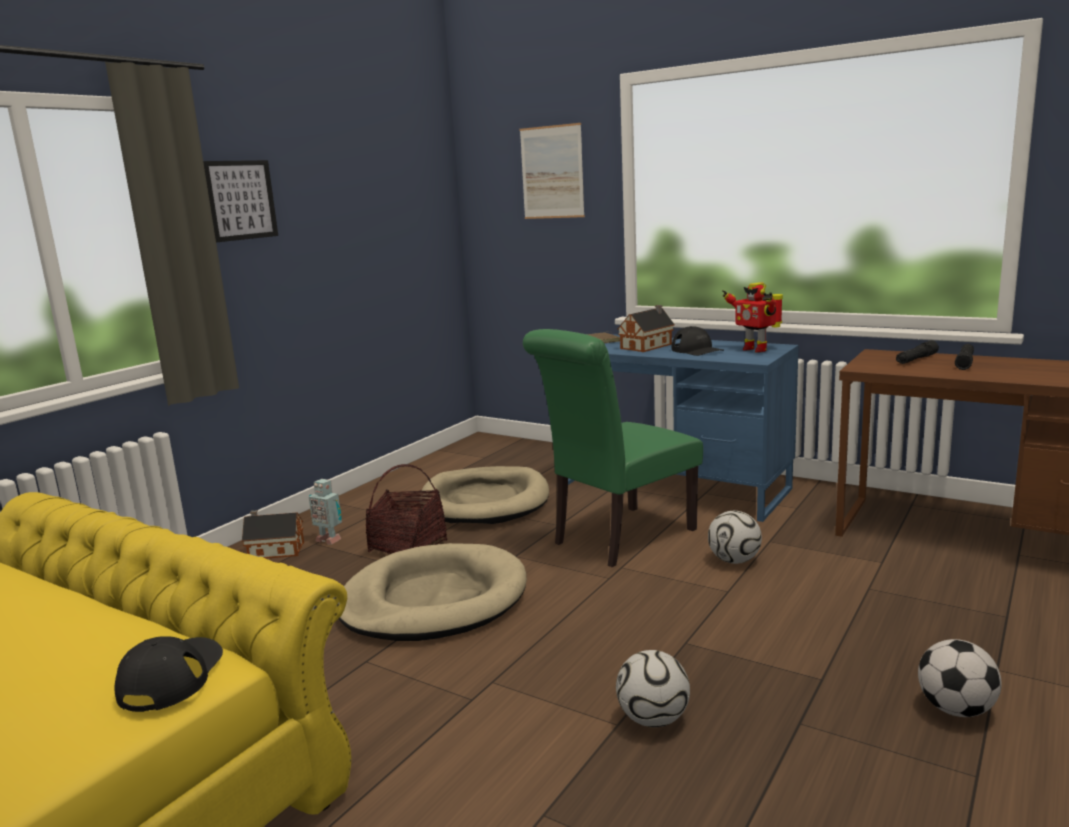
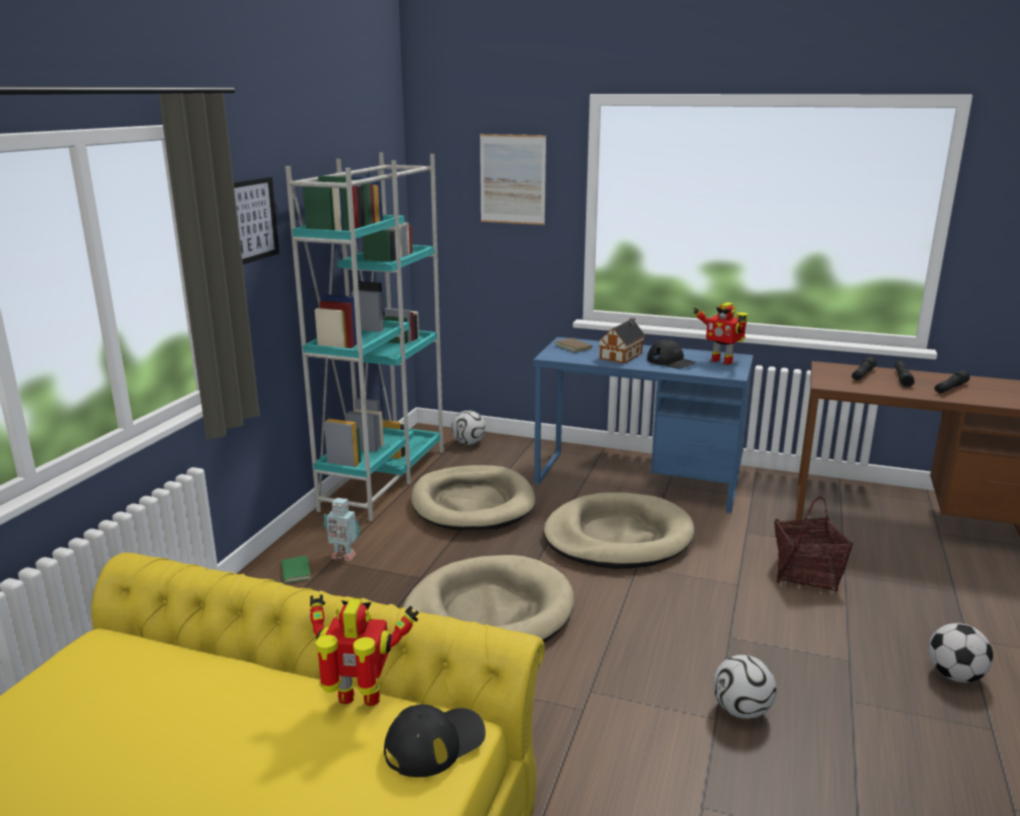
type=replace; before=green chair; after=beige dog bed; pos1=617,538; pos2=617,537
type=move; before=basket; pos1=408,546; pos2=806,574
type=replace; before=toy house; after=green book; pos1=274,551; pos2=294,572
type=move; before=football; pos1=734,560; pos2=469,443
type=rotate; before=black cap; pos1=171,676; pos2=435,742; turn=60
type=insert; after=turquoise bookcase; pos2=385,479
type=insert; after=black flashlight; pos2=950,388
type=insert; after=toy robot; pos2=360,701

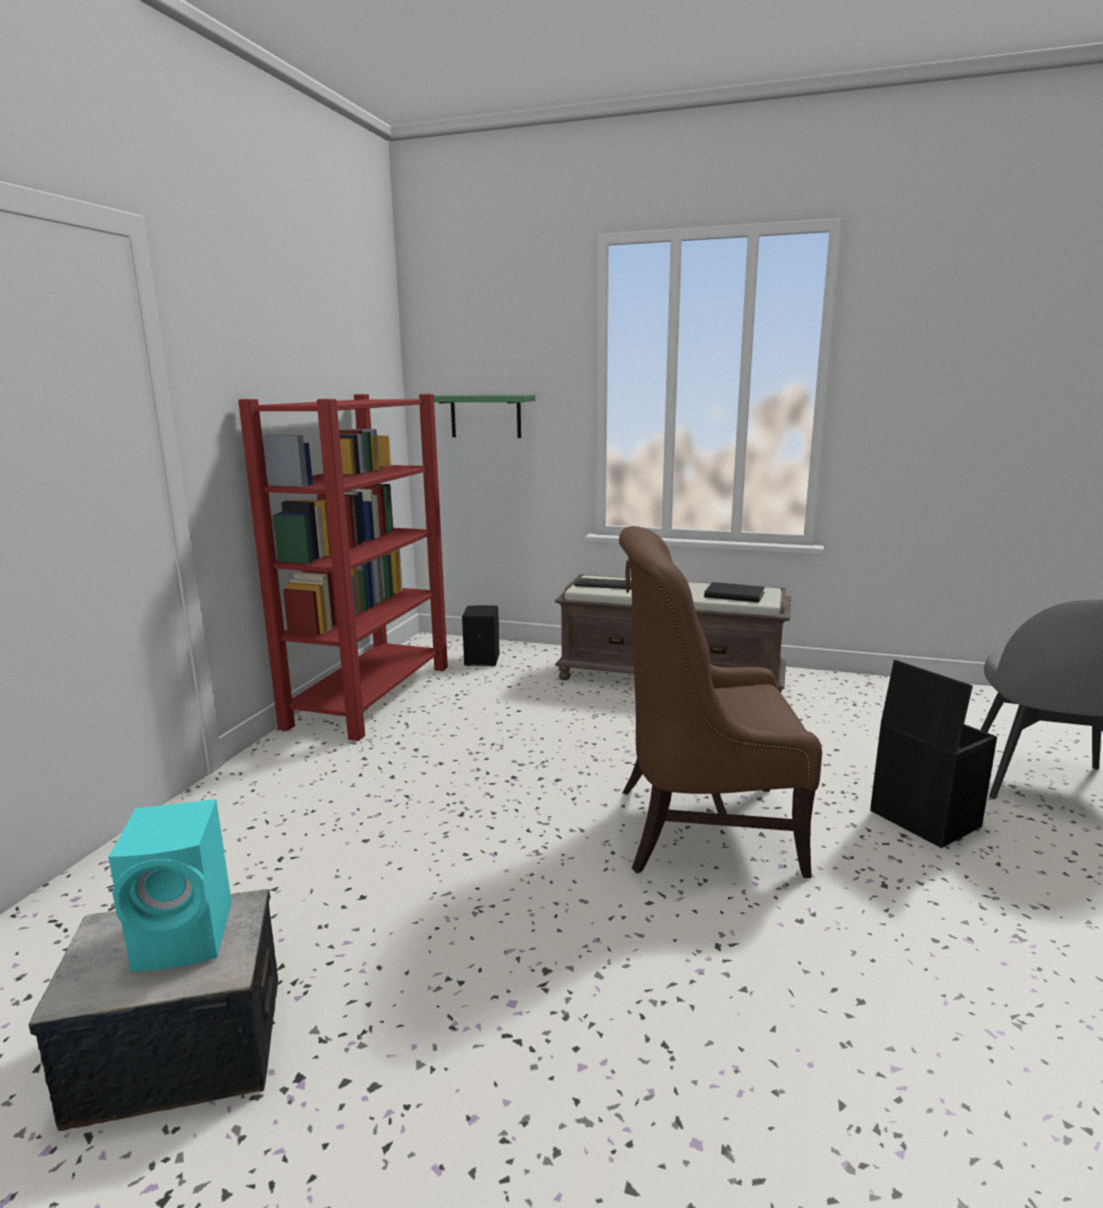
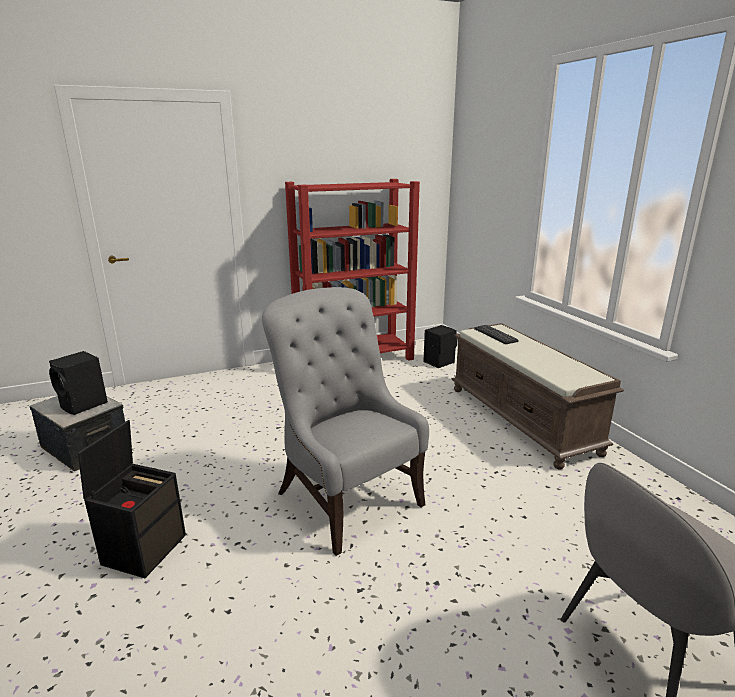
type=delete; before=green shelf; pos1=485,416
type=recolor; before=brown chair; after=grey chair; pos1=703,828; pos2=347,498
type=delete; before=black book; pos1=733,594
type=move; before=black storage box; pos1=922,818; pos2=144,548
type=recolor; before=turquoise speaker; after=black speaker; pos1=188,936; pos2=84,405

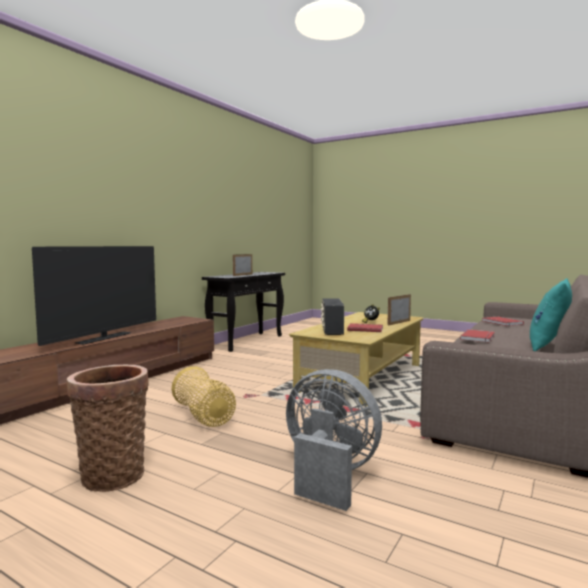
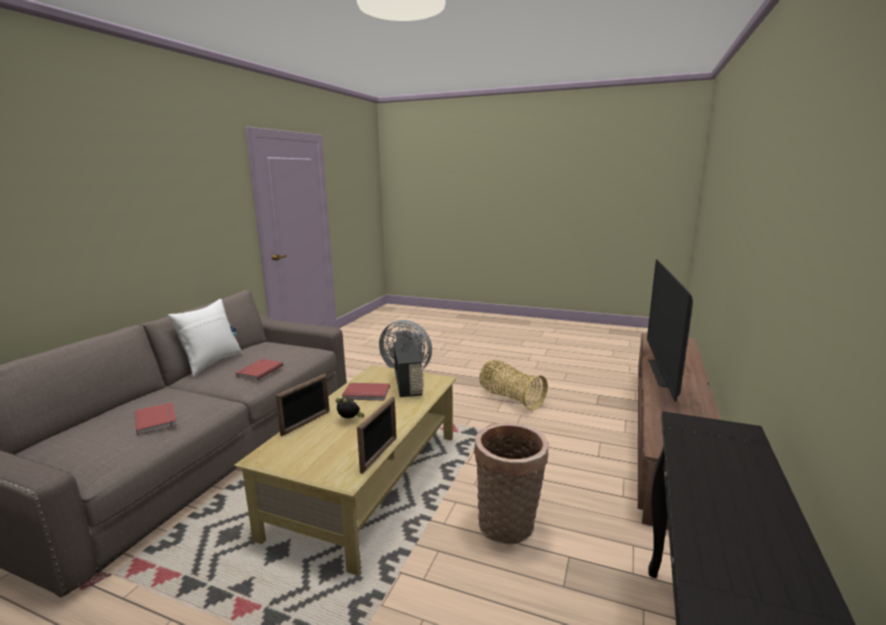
type=move; before=picture frame; pos1=242,275; pos2=379,454
type=recolor; before=turquoise pillow; after=white pillow; pos1=548,346; pos2=212,364
type=move; before=basket; pos1=113,474; pos2=509,527

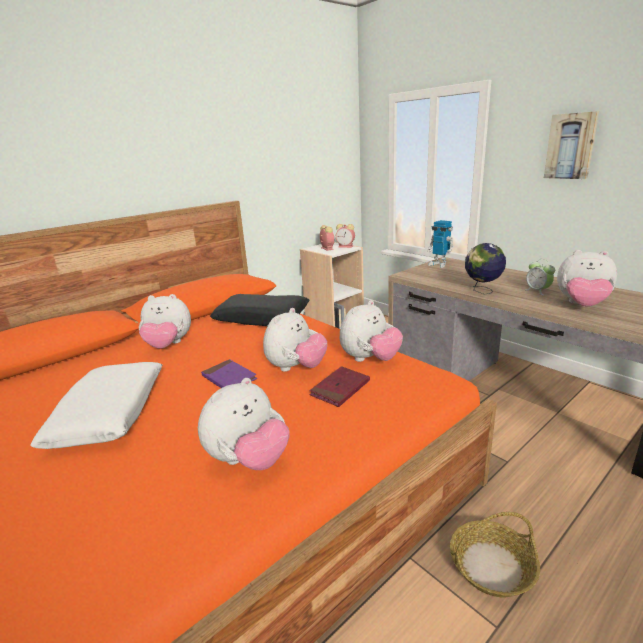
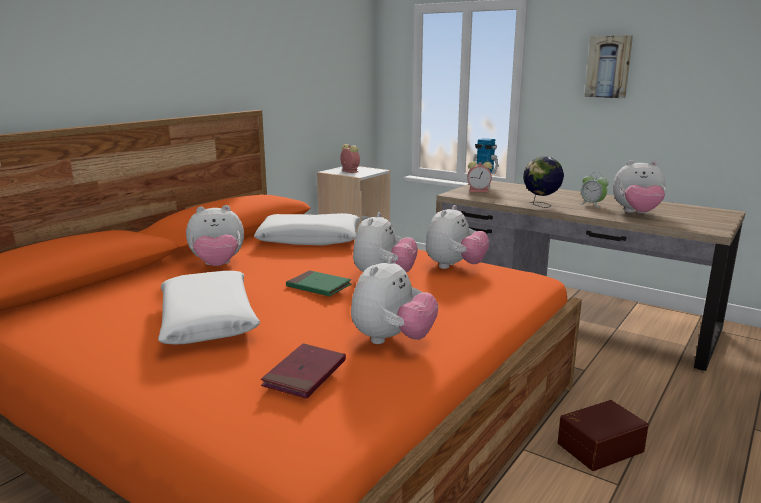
type=move; before=alarm clock; pos1=346,246; pos2=479,191
type=recolor; before=black pillow; after=white pillow; pos1=262,318; pos2=309,239
type=recolor; before=purple book; after=green book; pos1=229,378; pos2=319,286
type=move; before=red book; pos1=340,389; pos2=305,374
type=replace; before=basket; after=brown storage box; pos1=491,567; pos2=598,446

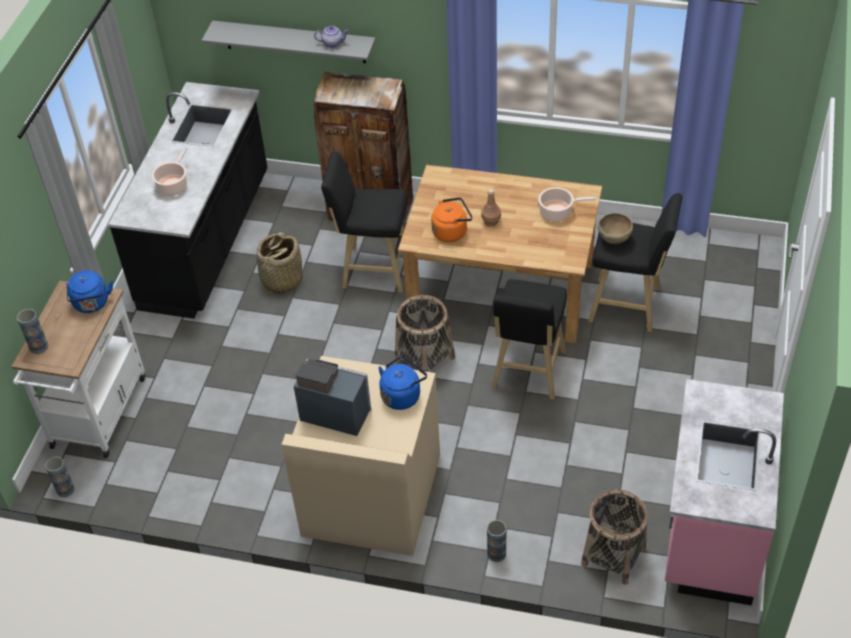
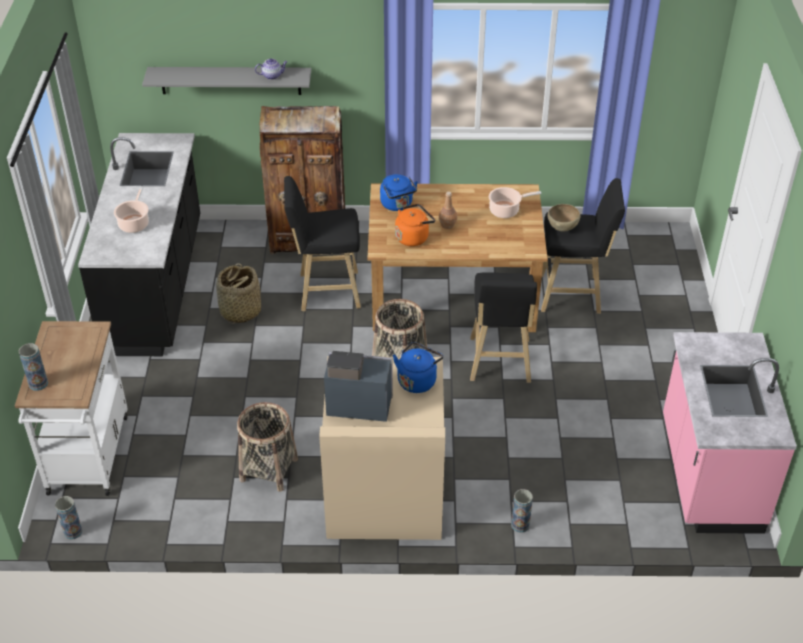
type=move; before=blue kettle; pos1=92,304; pos2=398,205
type=move; before=basket; pos1=613,556; pos2=268,469

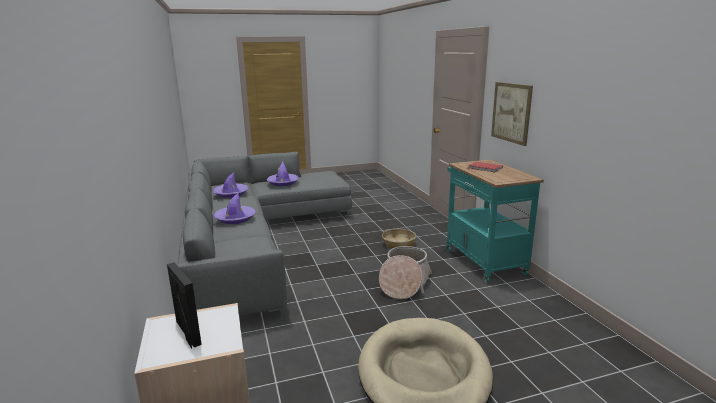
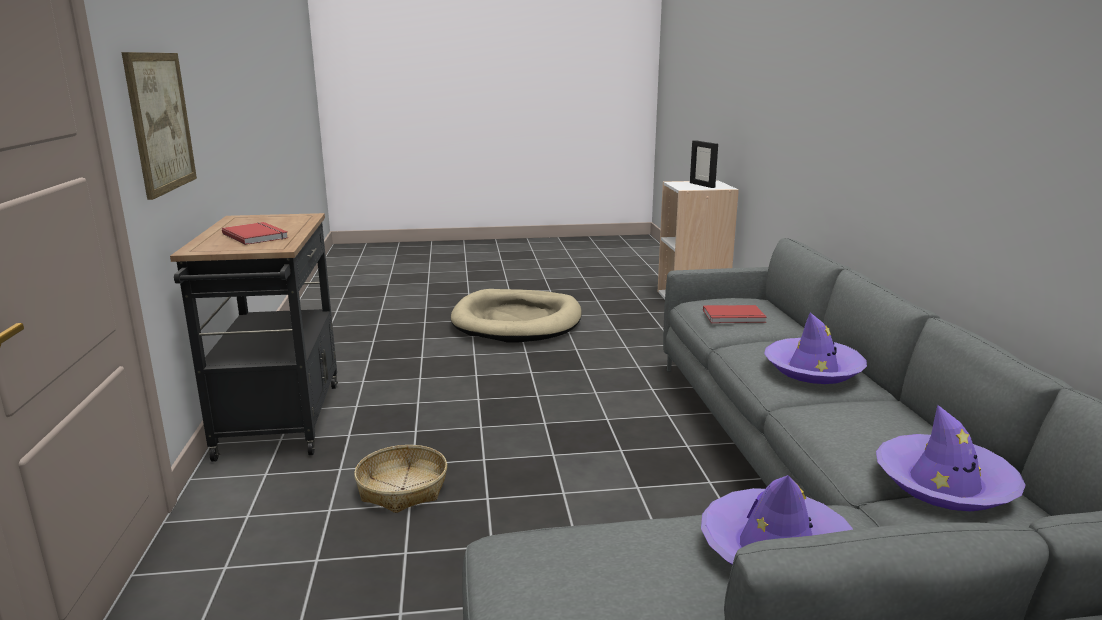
type=recolor; before=turquoise cart; after=black cart; pos1=482,261; pos2=279,423
type=delete; before=basket; pos1=404,283
type=insert; after=red book; pos2=734,317

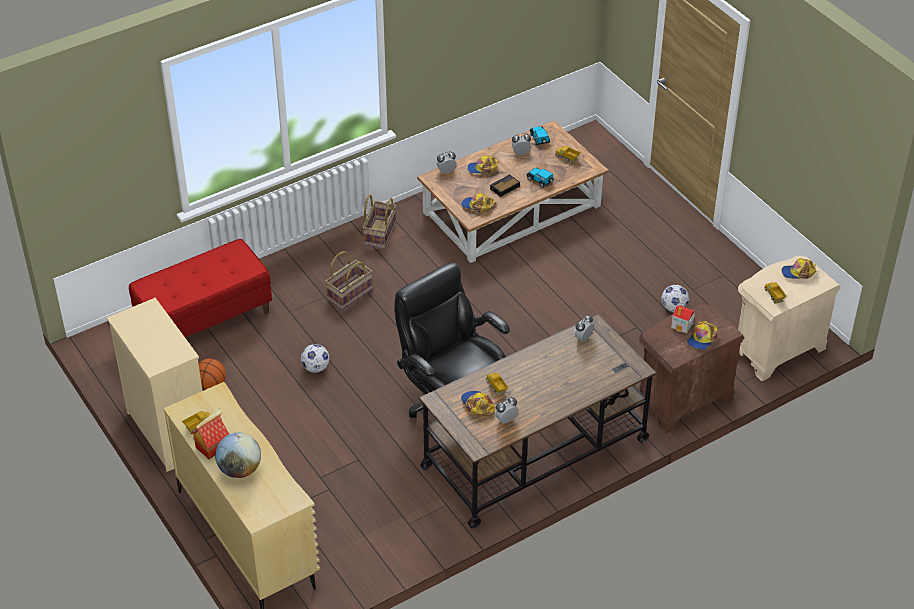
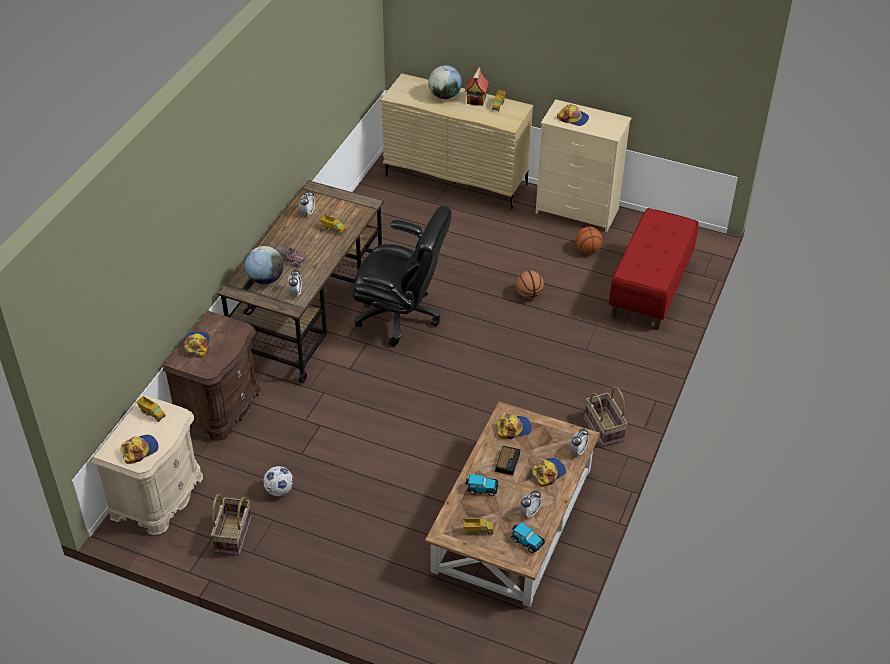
type=move; before=basket; pos1=349,293; pos2=234,535
type=delete; before=toy house; pos1=682,325
type=replace; before=football; after=basketball; pos1=315,368; pos2=529,294
type=move; before=cap; pos1=477,405; pos2=573,118
type=insert; after=toy truck; pos2=291,260
type=insert; after=globe; pos2=265,279

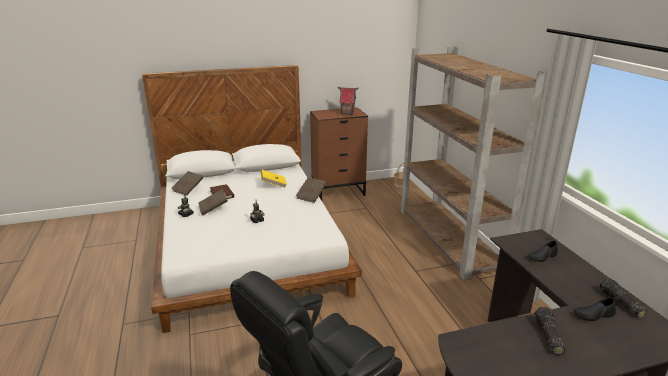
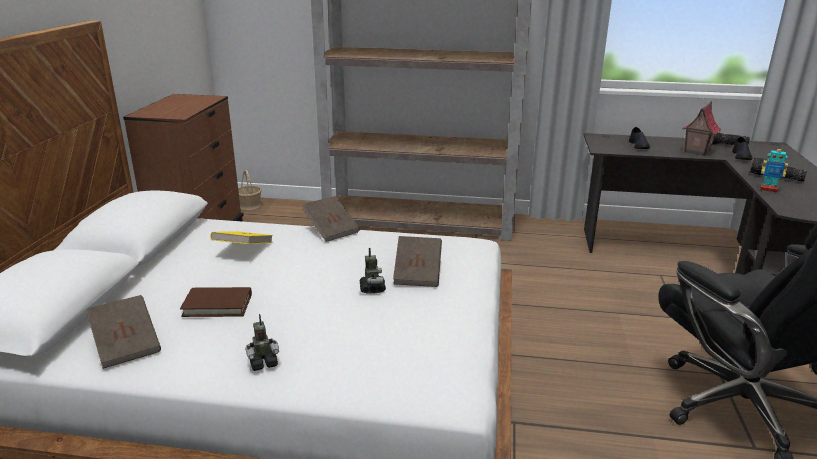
type=move; before=toy house; pos1=347,113; pos2=696,151
type=move; before=brown book; pos1=213,209; pos2=418,274
type=insert; after=toy robot; pos2=768,189

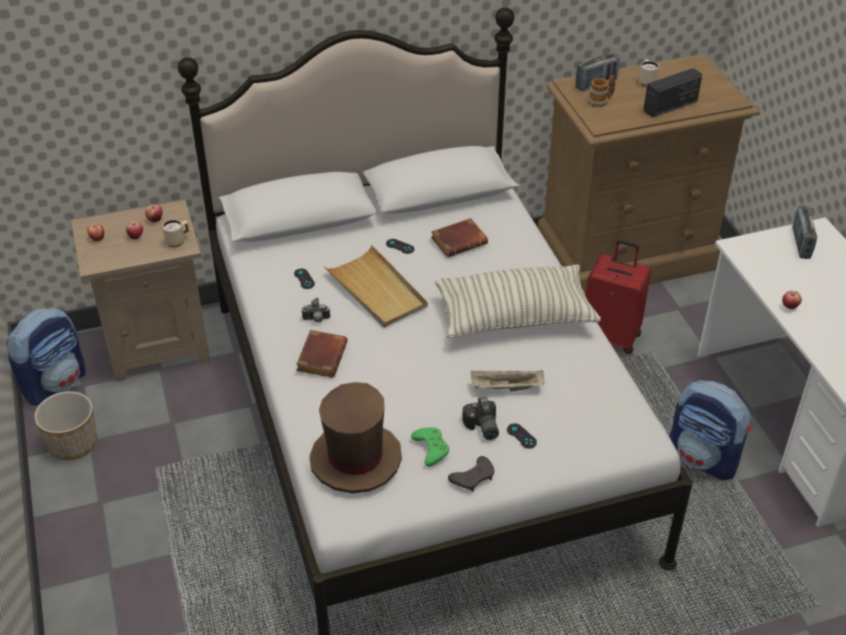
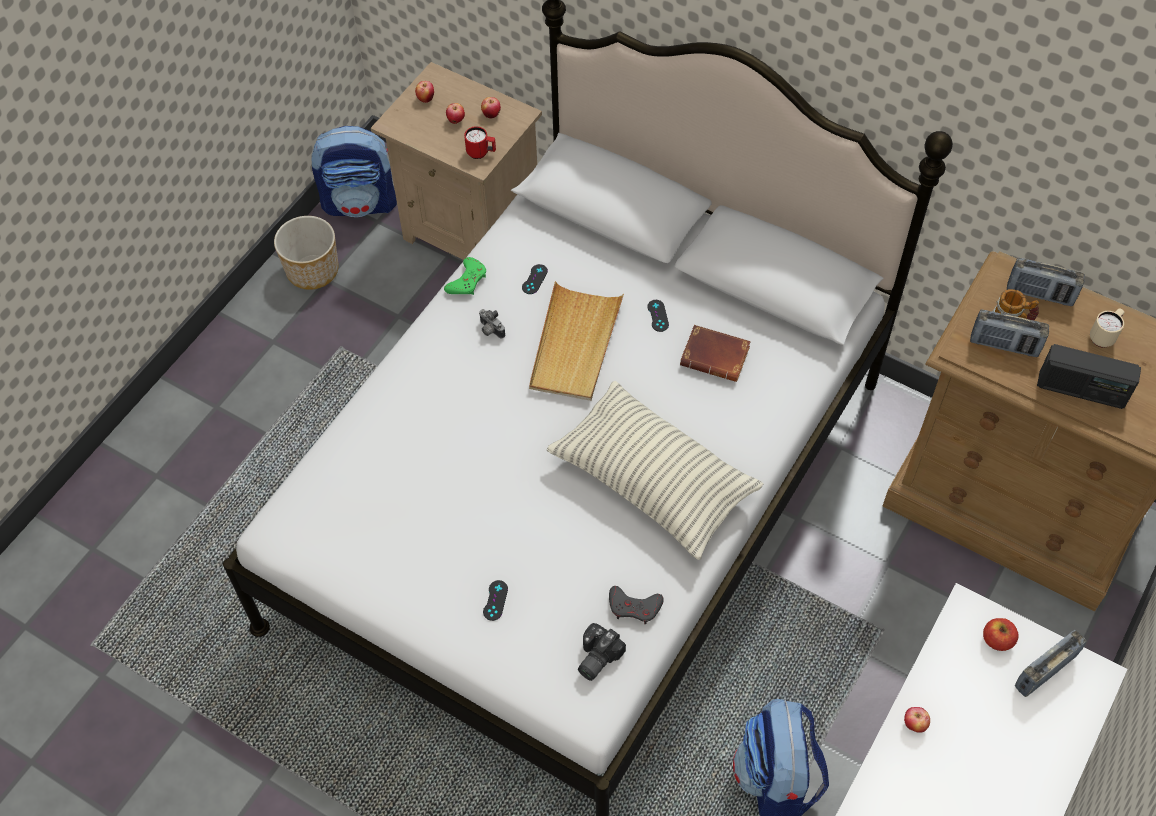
type=recolor; before=beige mug; after=red mug; pos1=178,241; pos2=481,153
type=delete; before=red suitcase; pos1=611,336
type=delete; before=brown book; pos1=320,356
type=delete; before=beige tray; pos1=505,388
type=delete; before=brown hat; pos1=355,459
type=move; before=photo camera; pos1=481,427; pos2=595,657
type=move; before=green game controller; pos1=431,448; pos2=467,281
type=move; before=grey game controller; pos1=473,477; pos2=634,607
type=insert; after=radio; pos2=1004,345
type=insert; after=apple; pos2=997,640

